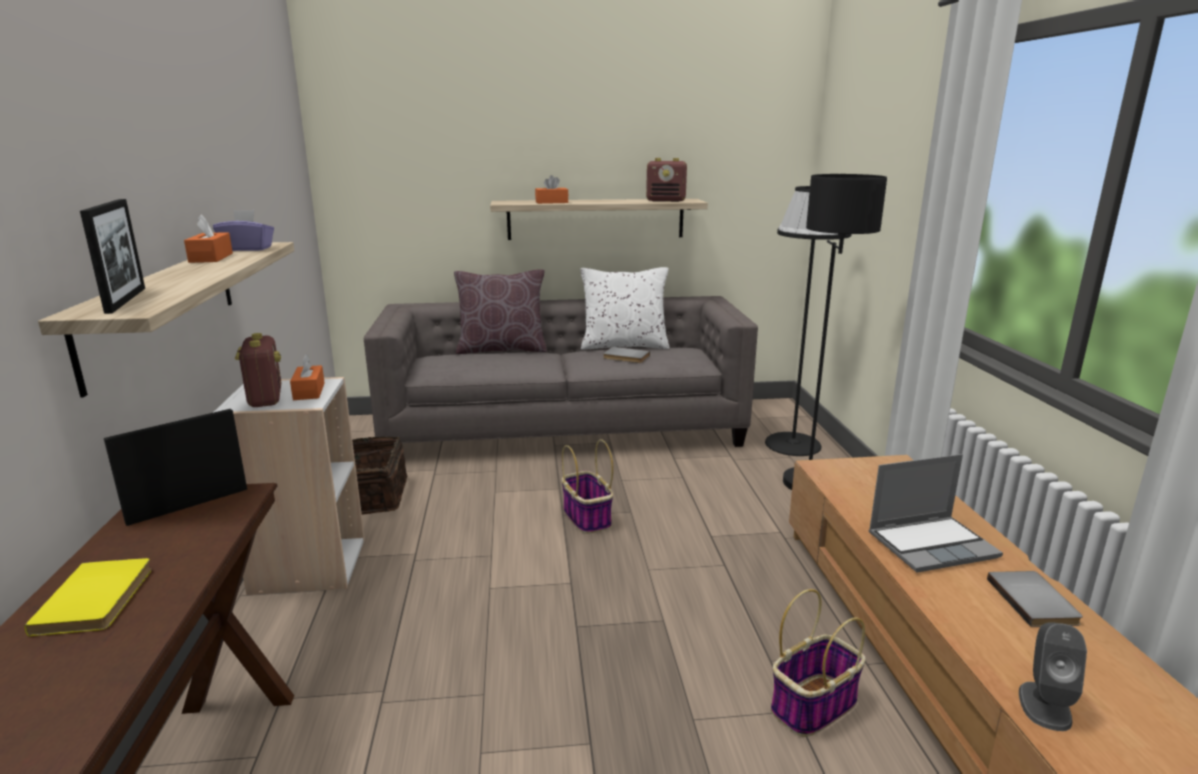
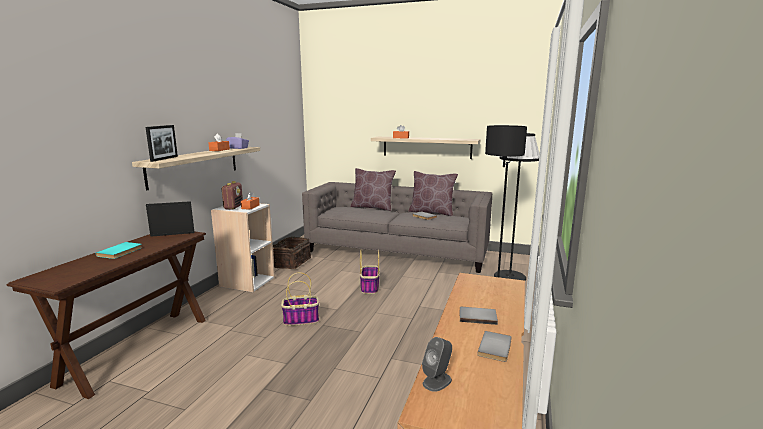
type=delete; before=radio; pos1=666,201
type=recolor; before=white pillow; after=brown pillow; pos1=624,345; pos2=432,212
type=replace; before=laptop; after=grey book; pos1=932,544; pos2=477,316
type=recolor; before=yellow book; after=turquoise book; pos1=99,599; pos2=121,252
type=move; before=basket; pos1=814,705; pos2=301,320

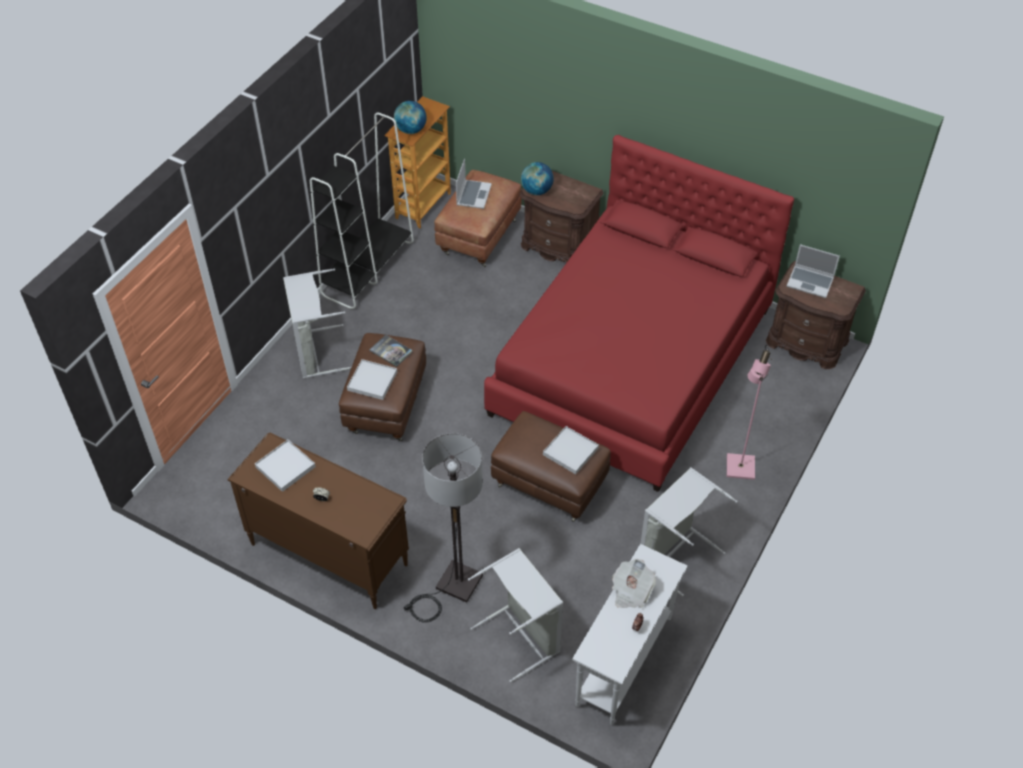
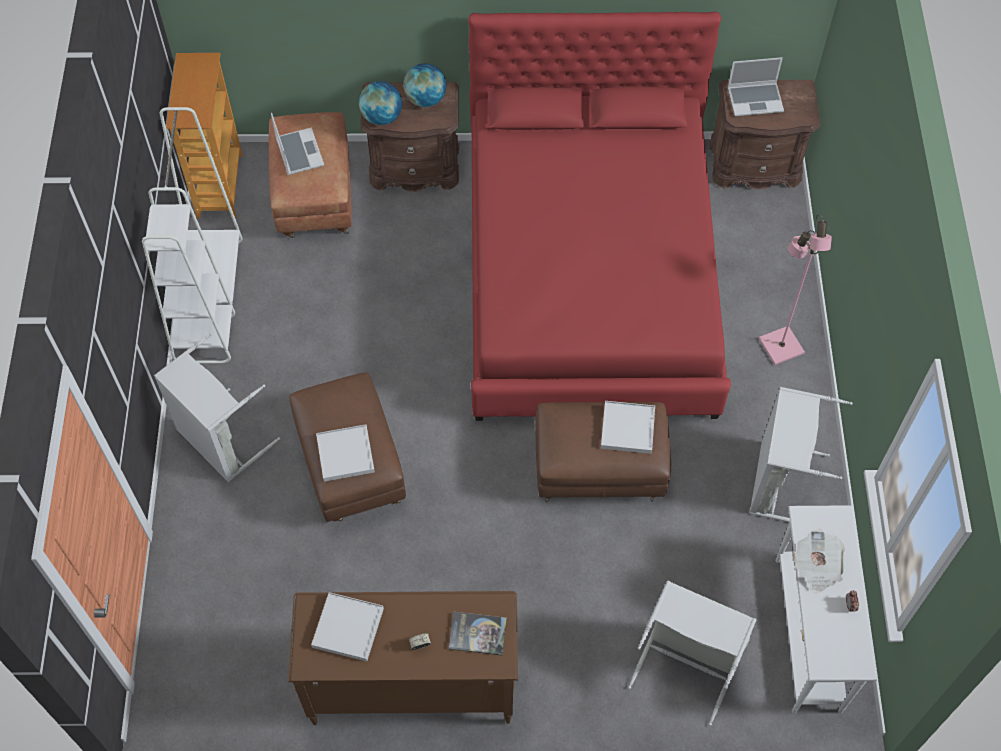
type=move; before=globe; pos1=411,130; pos2=426,99
type=recolor; before=black clothes rack; after=white clothes rack; pos1=368,269; pos2=210,301
type=move; before=book; pos1=391,351; pos2=477,634
type=delete; before=floor lamp; pos1=449,590

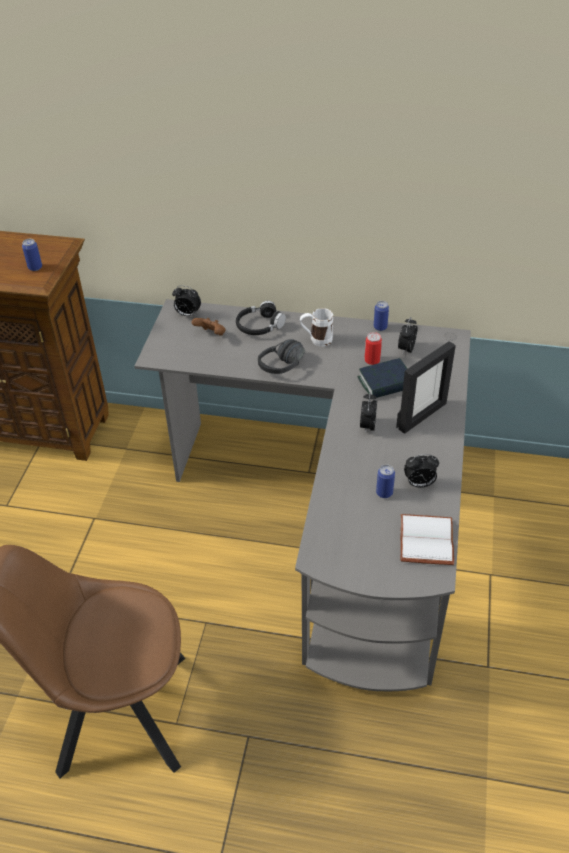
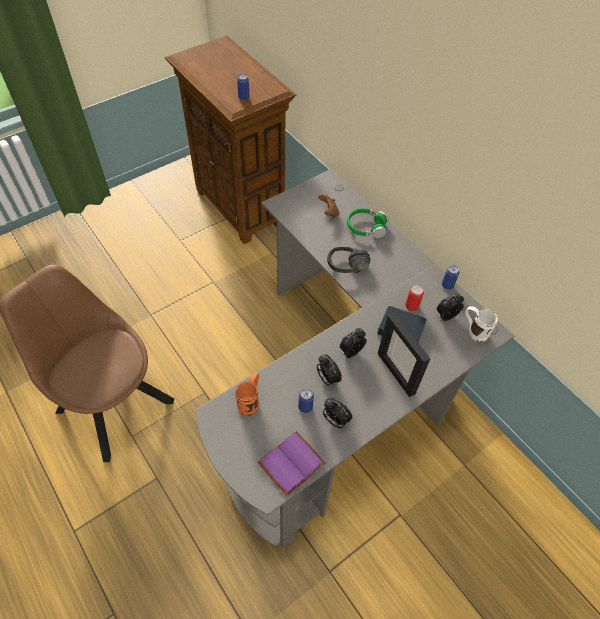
type=move; before=alarm clock; pos1=187,314; pos2=327,378
type=recolor; before=black headphones; after=green headphones; pos1=259,326; pos2=366,227
type=move; before=white mug; pos1=316,340; pos2=473,331
type=rotate; before=picture frame; pos1=421,415; pos2=397,372; turn=60
type=recolor; before=white book; after=purple book; pos1=428,541; pos2=292,465
type=insert; after=orange mug; pos2=251,401

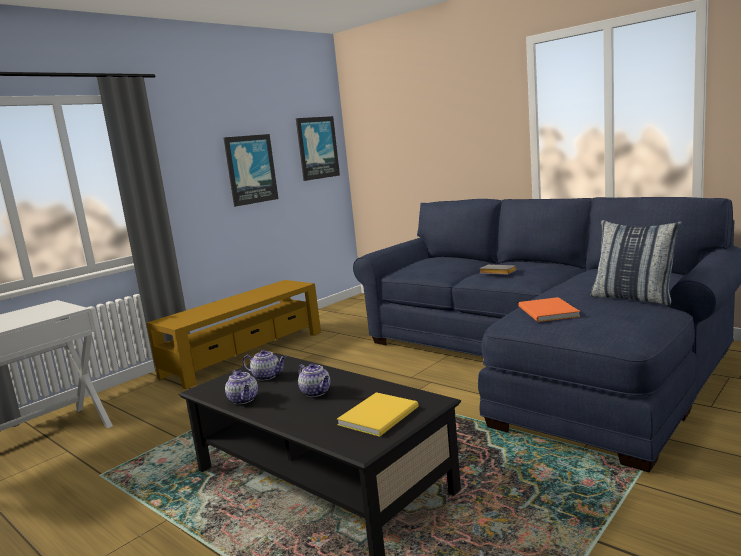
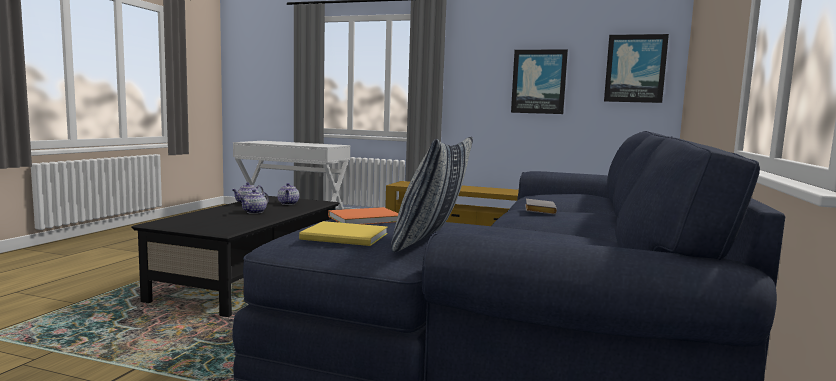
type=move; before=yellow book; pos1=381,415; pos2=346,237

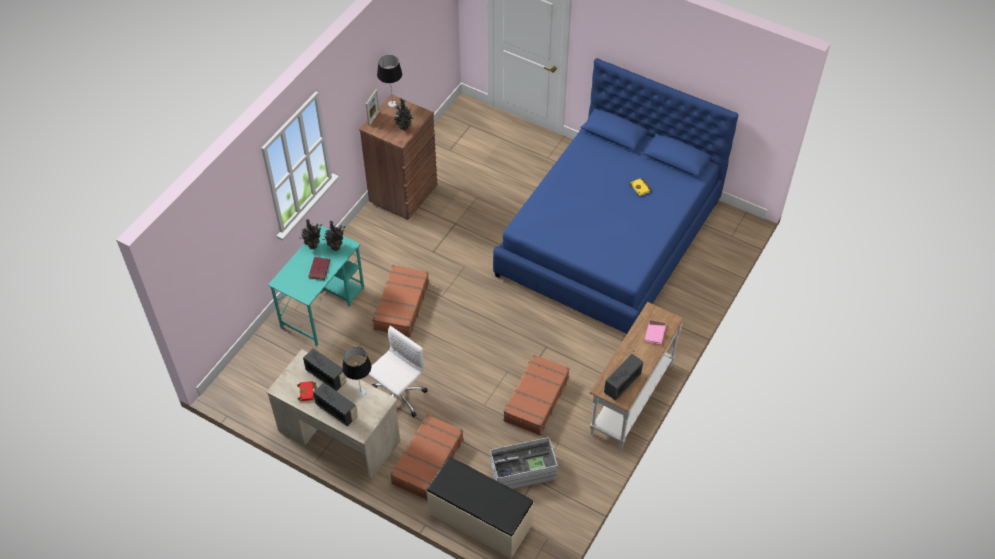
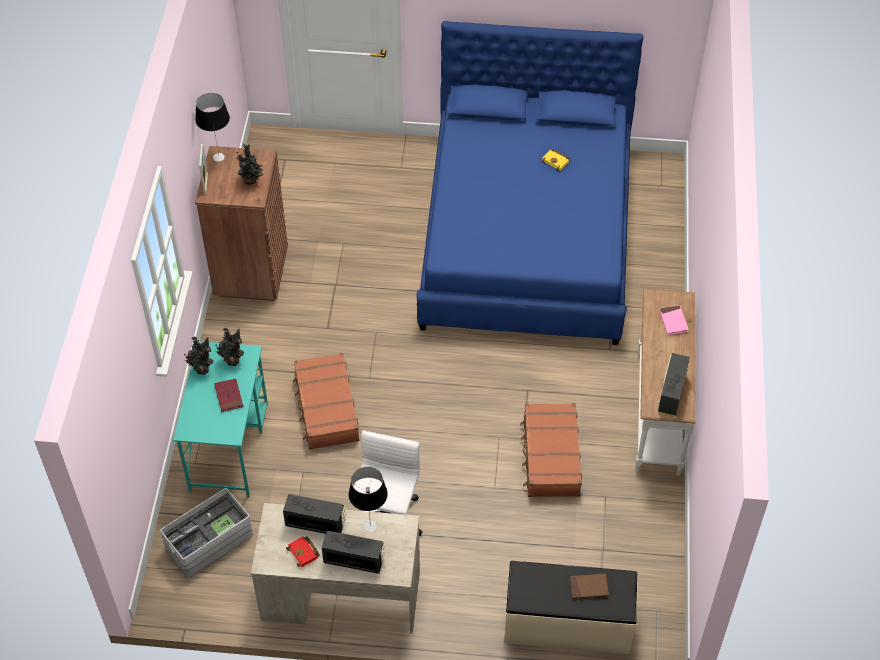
type=delete; before=brown suitcase; pos1=427,461
type=move; before=grey storage box; pos1=523,471; pos2=209,541
type=insert; after=brown book; pos2=589,587

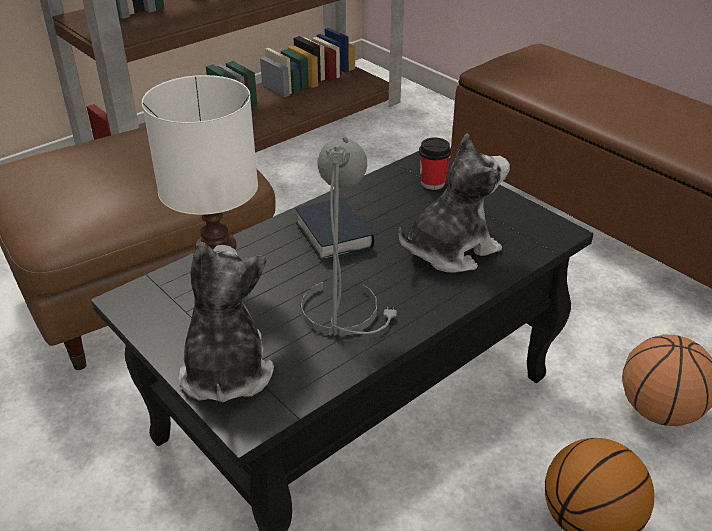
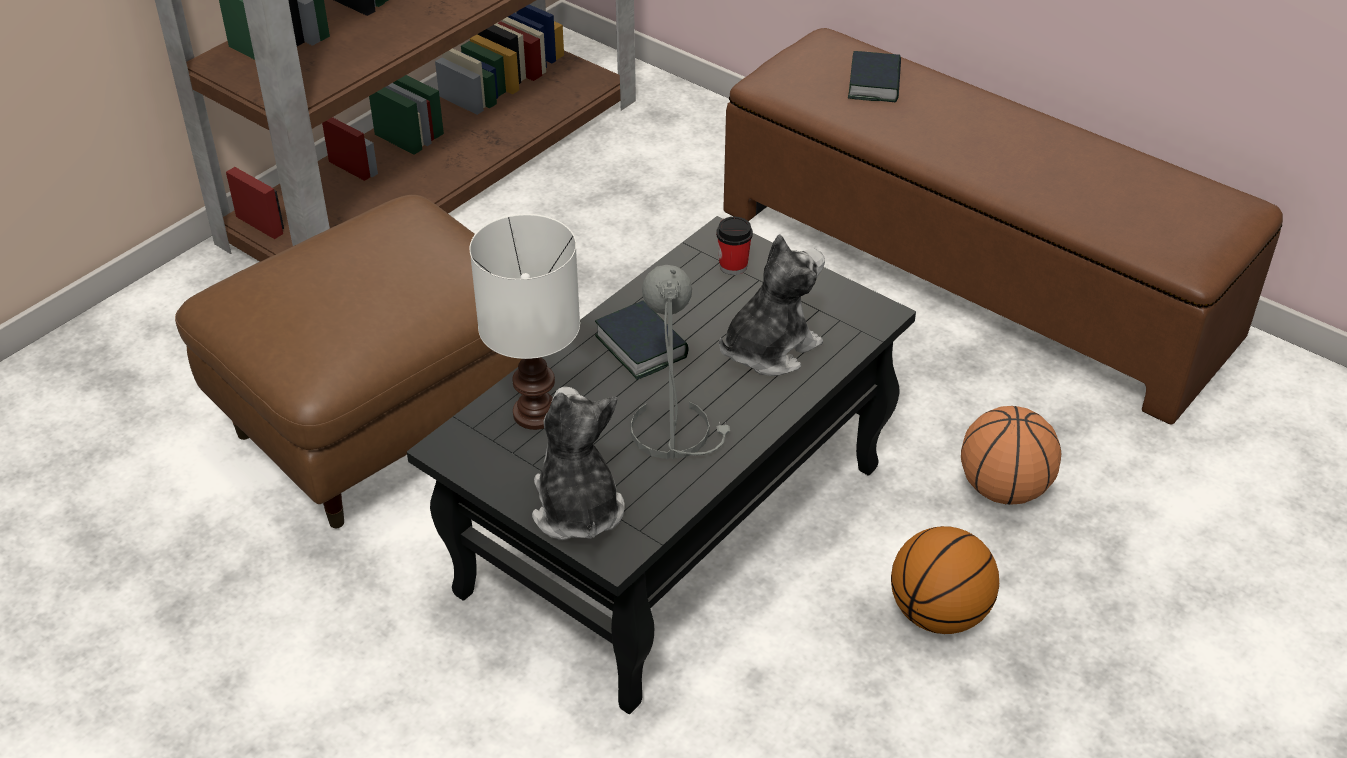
type=insert; after=book; pos2=874,84

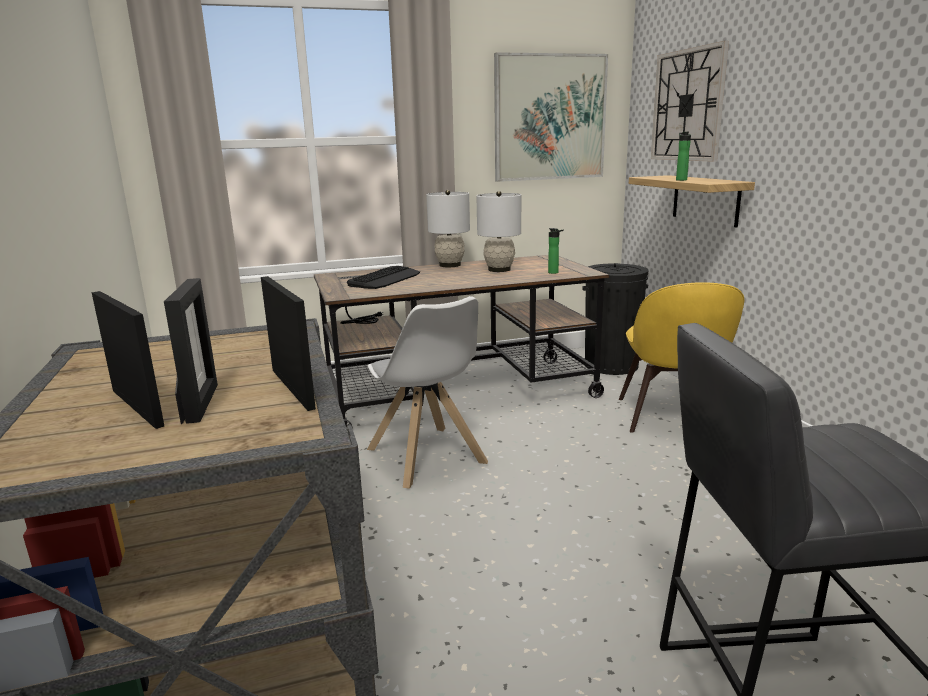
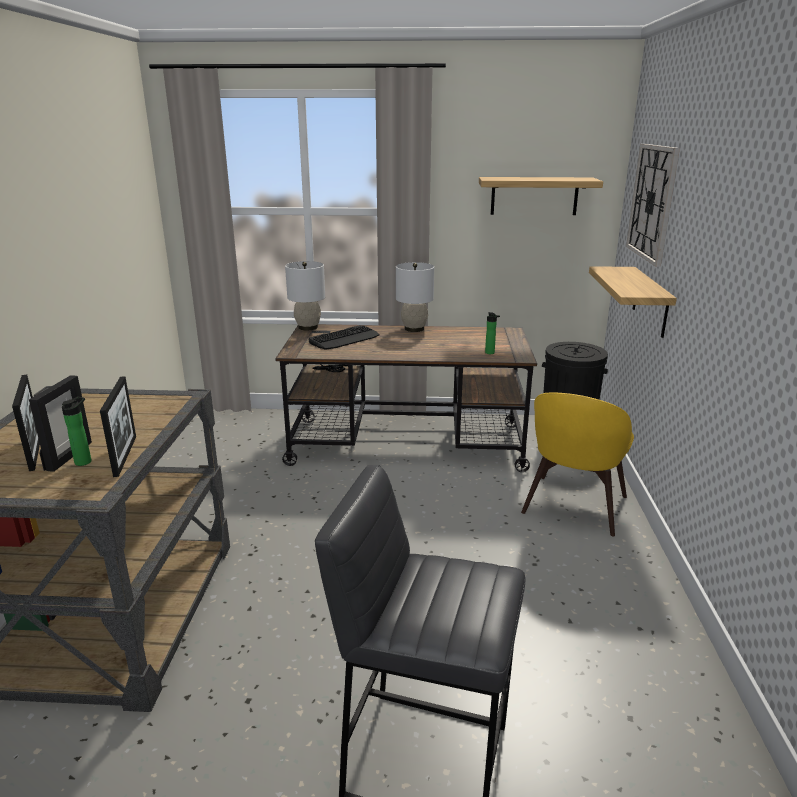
type=replace; before=picture; after=shelf; pos1=550,118; pos2=534,196
type=move; before=bottle; pos1=680,180; pos2=85,461
type=move; before=white table lamp; pos1=499,269; pos2=308,327
type=delete; before=chair; pos1=427,457

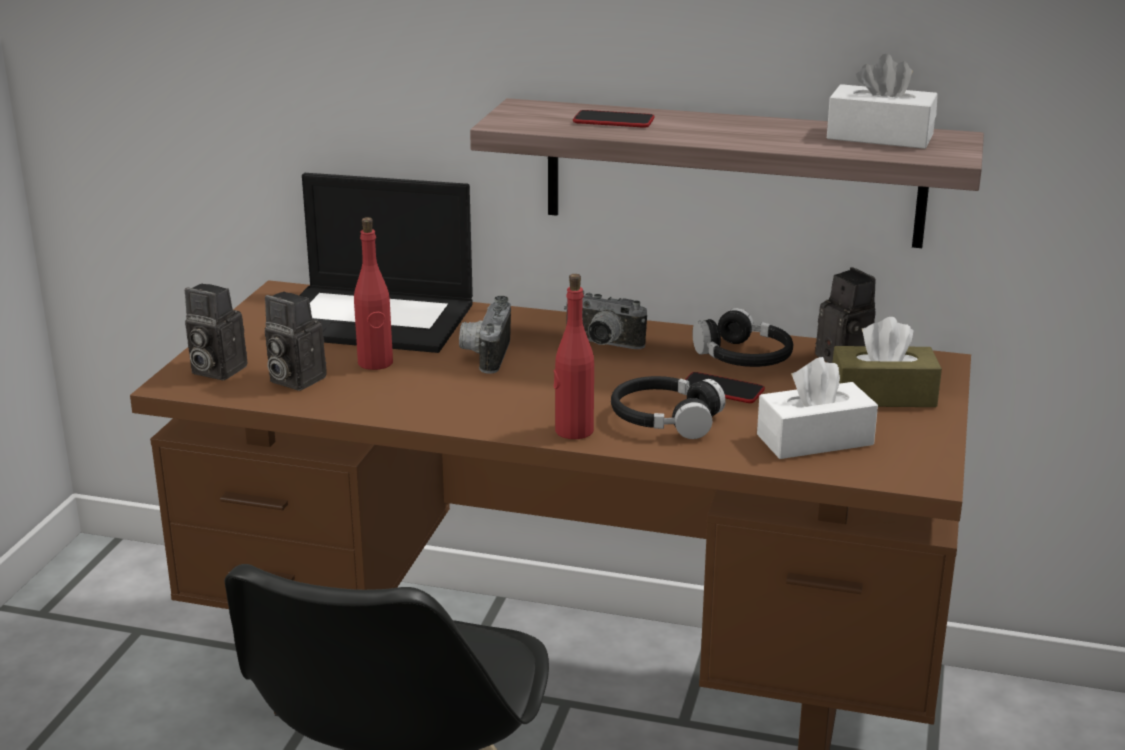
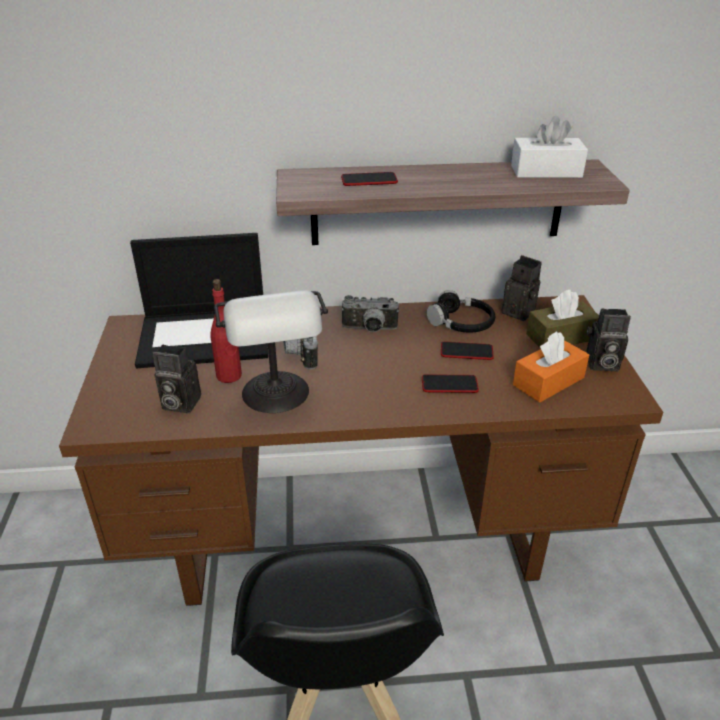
type=delete; before=red bottle; pos1=573,431
type=move; before=photo camera; pos1=215,370; pos2=600,364
type=recolor; before=white tissue box; after=orange tissue box; pos1=815,440; pos2=548,381
type=replace; before=black headphones; after=phone; pos1=665,419; pos2=449,385
type=insert; after=table lamp; pos2=279,400

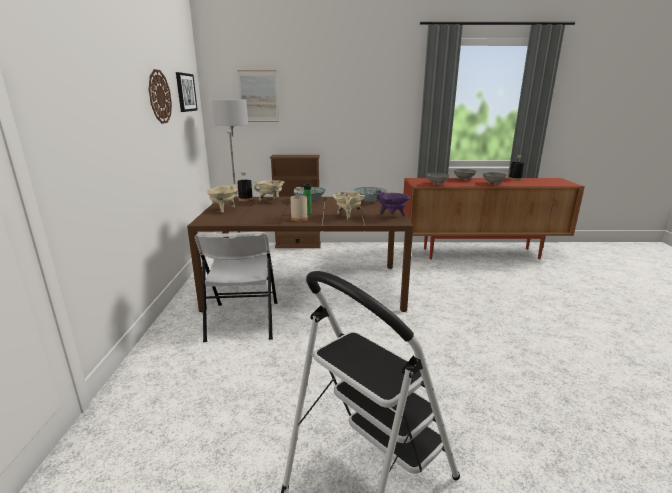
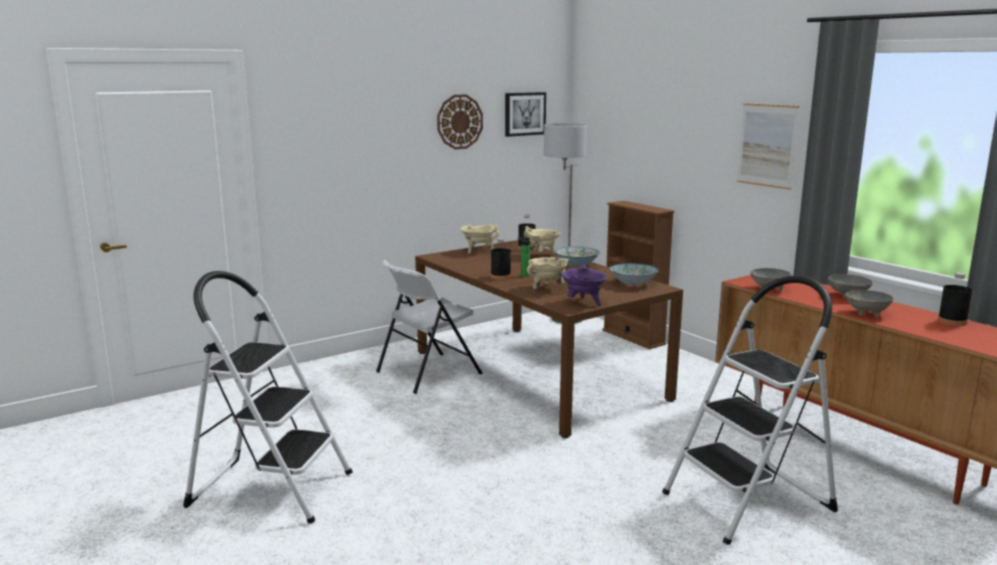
type=move; before=picture; pos1=258,96; pos2=767,145
type=recolor; before=beige bottle; after=black bottle; pos1=299,219; pos2=500,277
type=insert; after=step ladder; pos2=753,502

